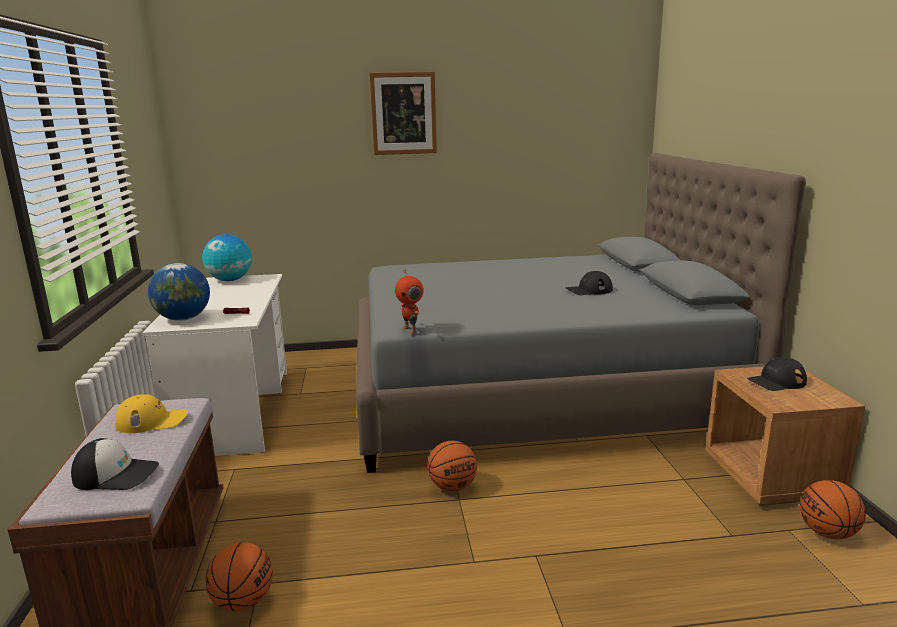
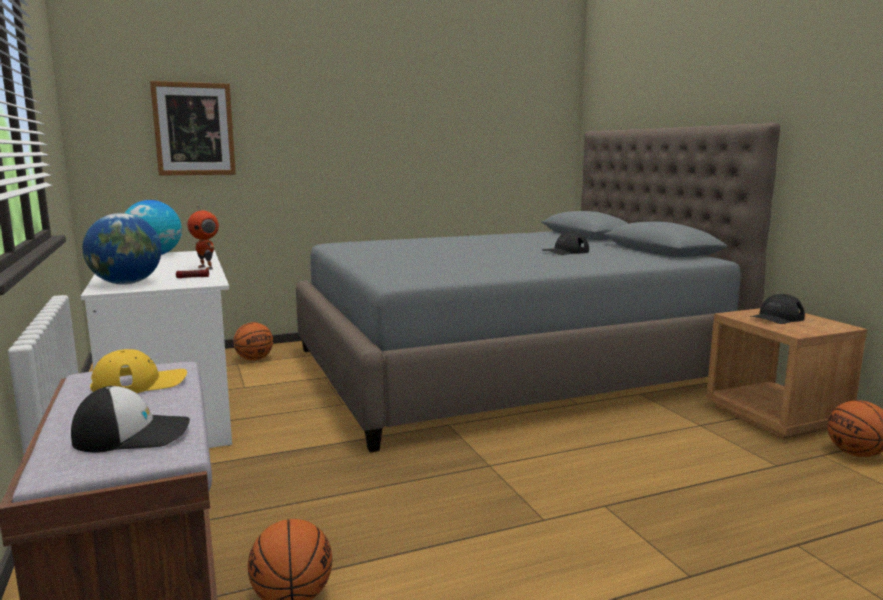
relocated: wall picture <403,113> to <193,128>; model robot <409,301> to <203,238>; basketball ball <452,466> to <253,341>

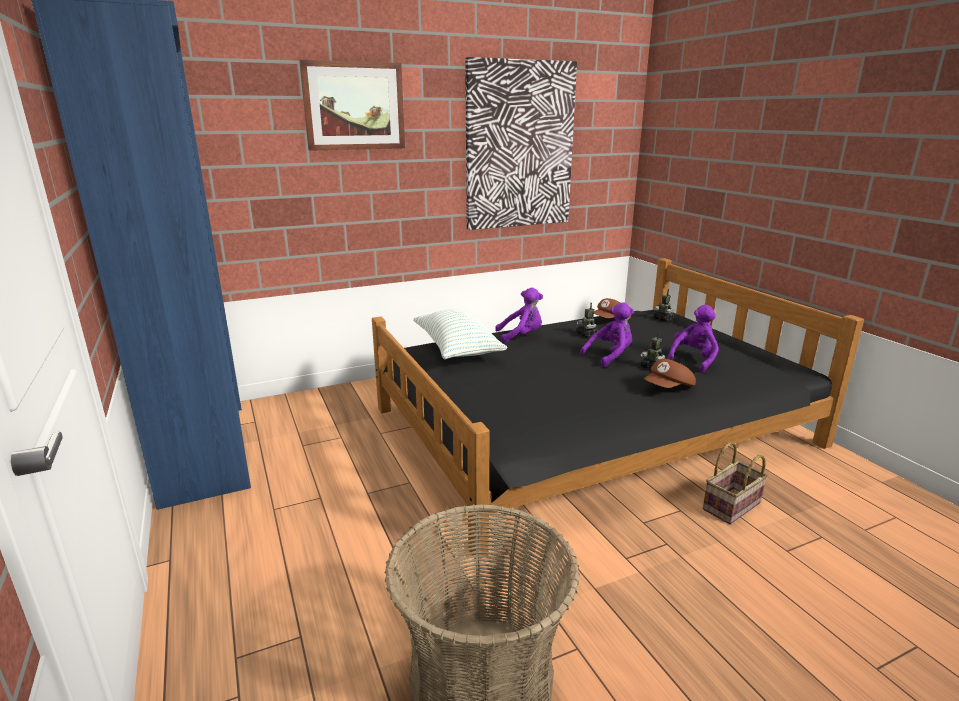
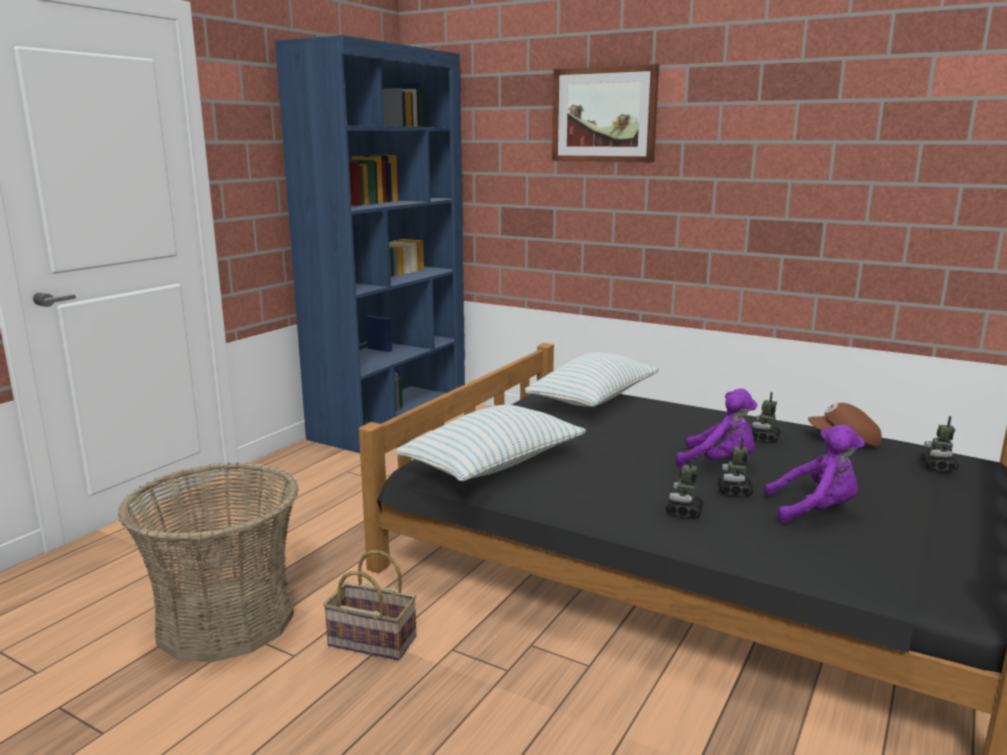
missing: wall picture <521,143>; plush toy (purple) <519,316>
appeared: pillow <491,443>
relocated: storage basket <735,483> to <369,605>
exchanged: cap (brown) <670,373> to model robot <685,486>

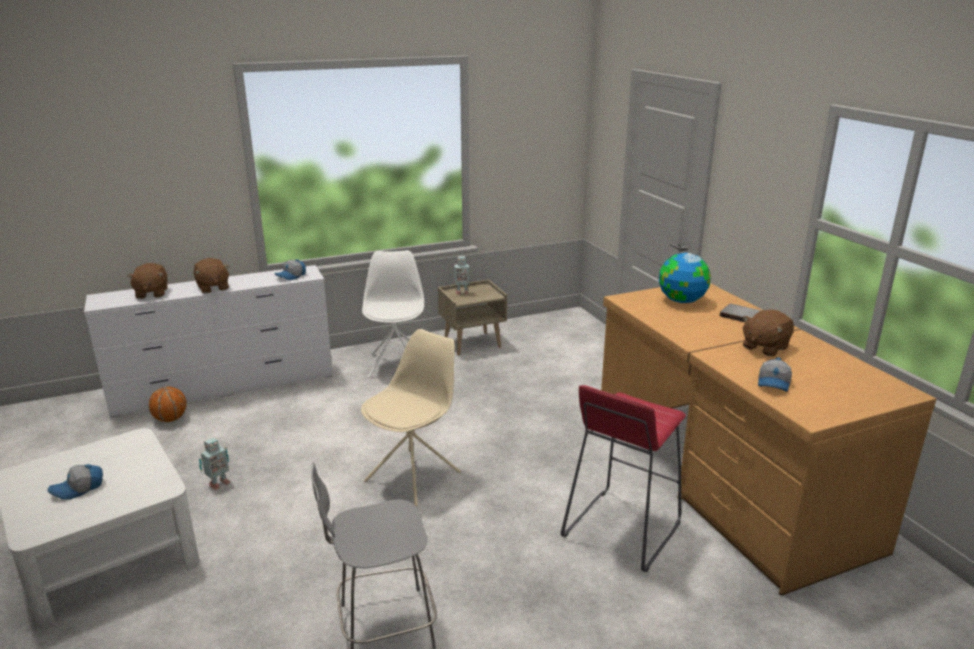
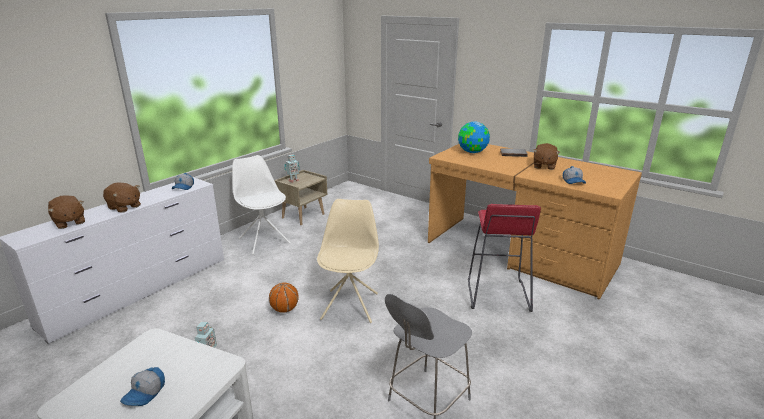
relocated: basketball ball <168,404> to <284,298>

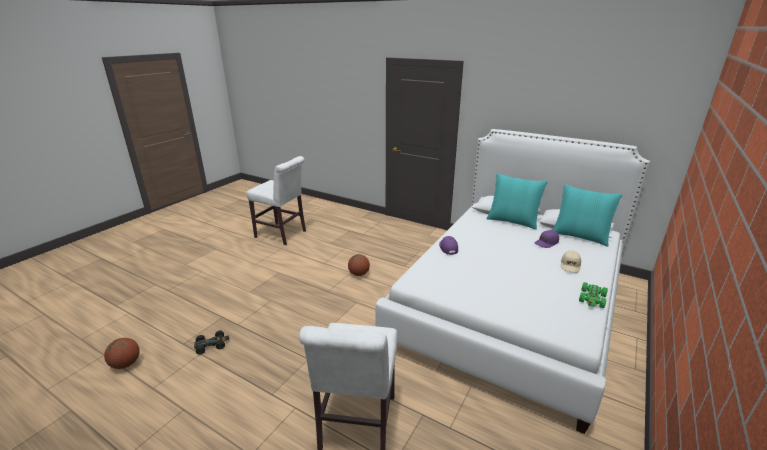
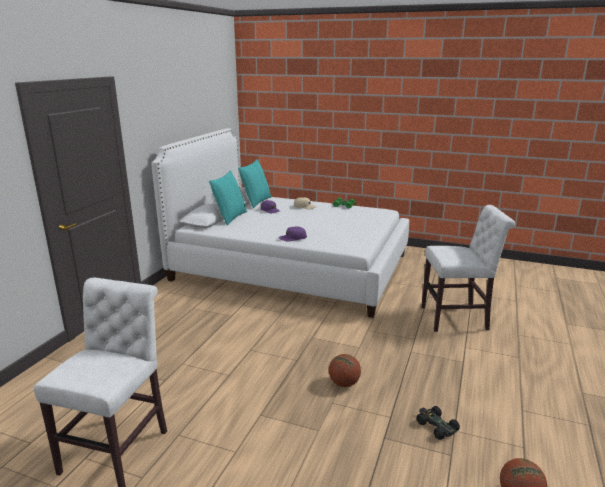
relocated: basketball ball <359,265> to <345,370>

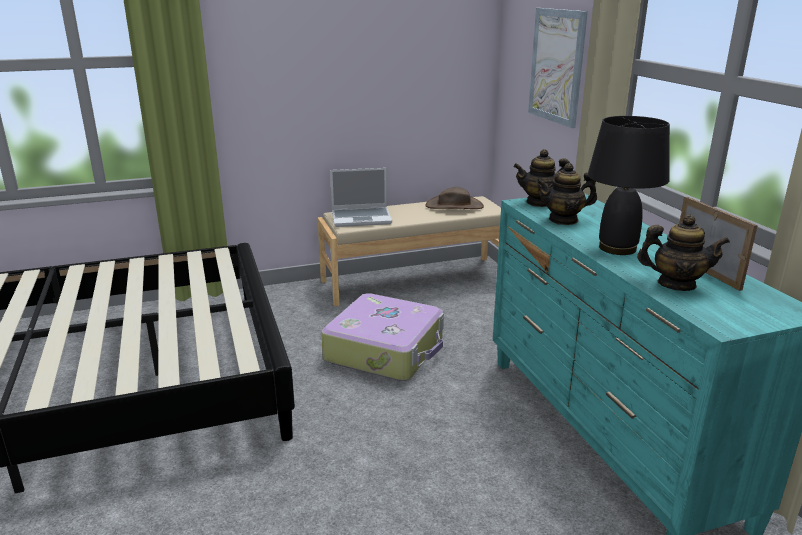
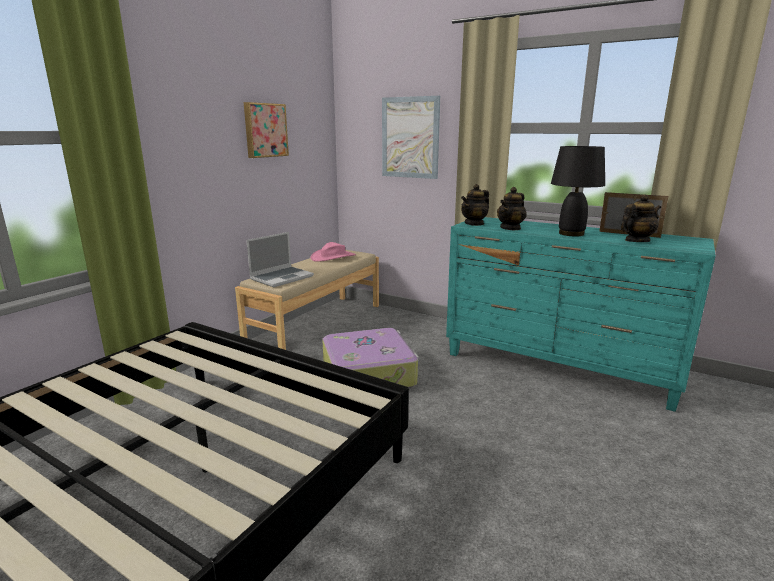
appeared: wall picture <266,130>
colour: wearable hat (brown) <455,198> to wearable hat (pink) <333,252>

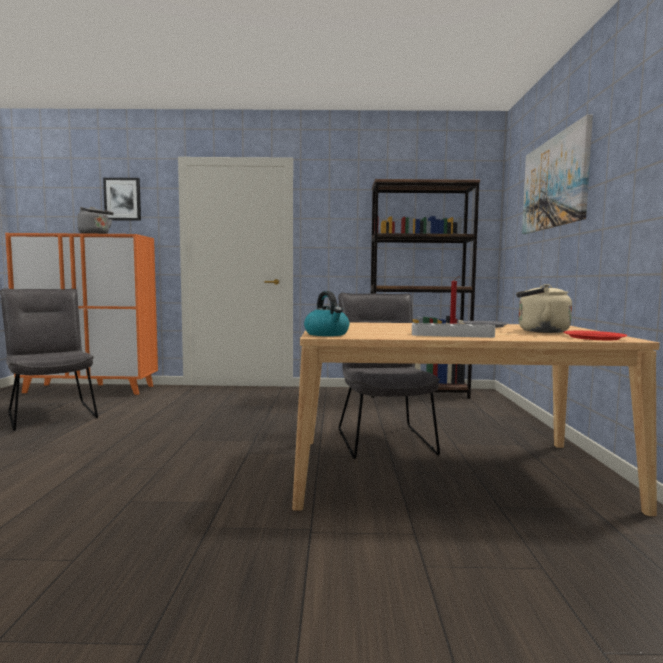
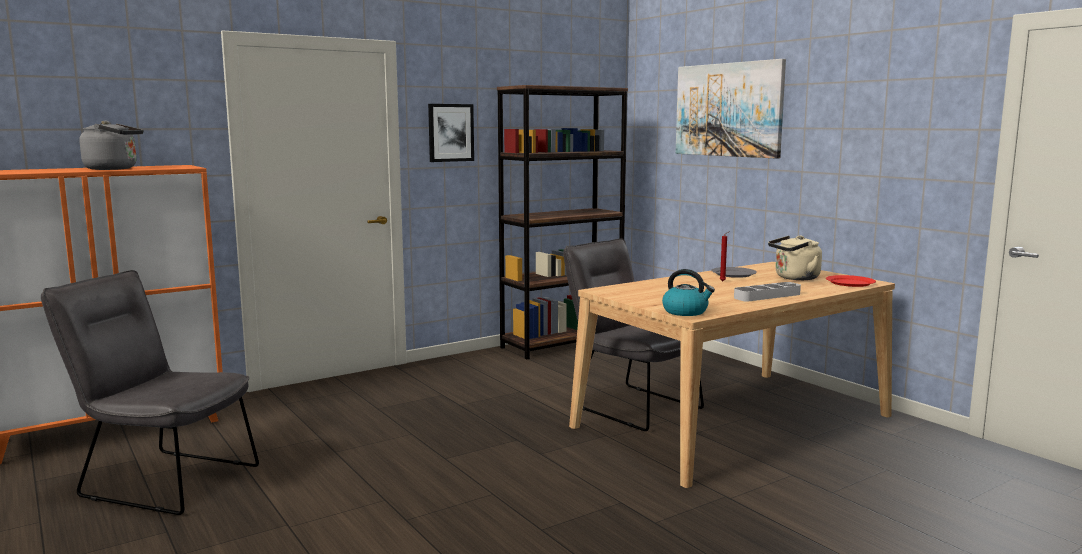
relocated: wall picture <122,199> to <451,133>

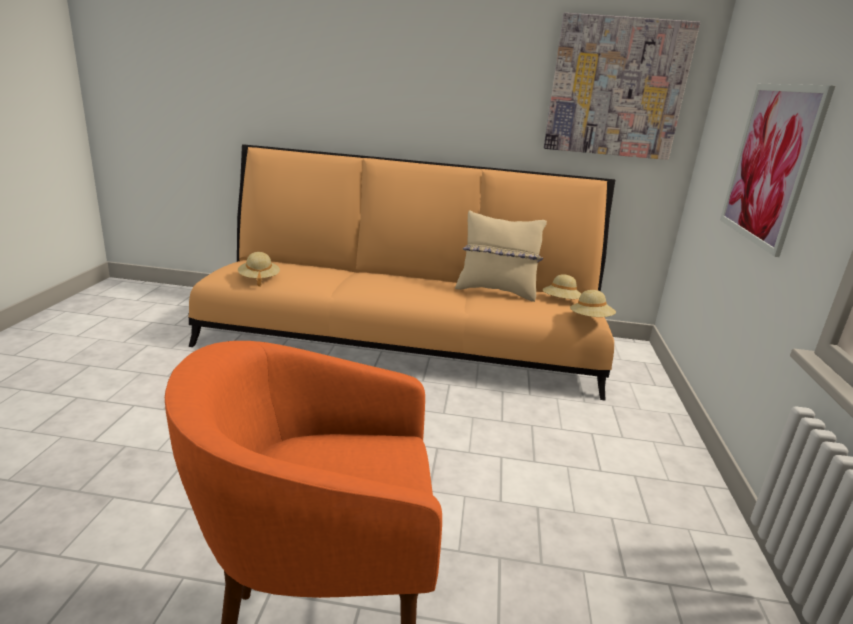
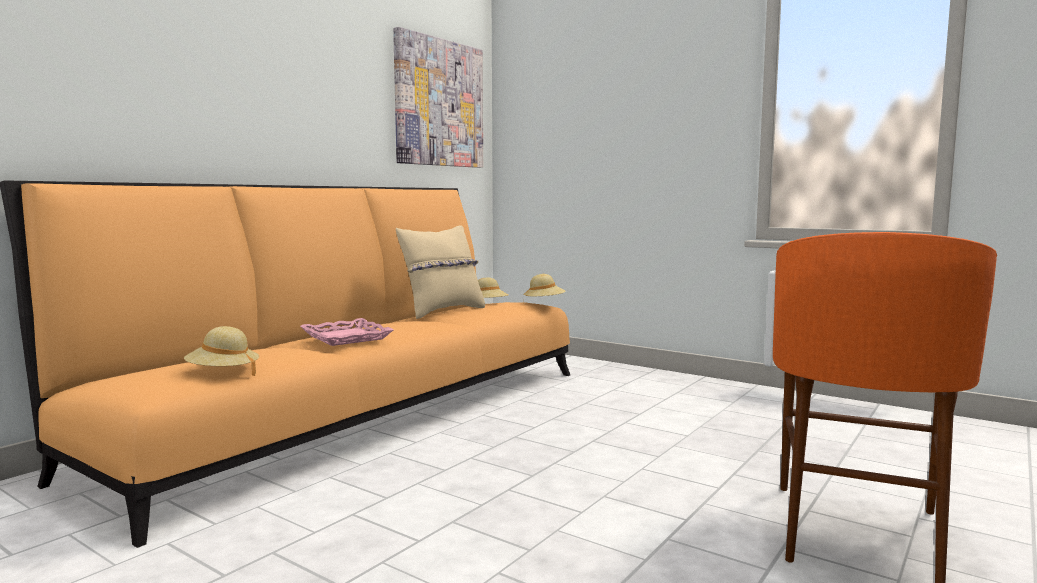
missing: wall picture <777,170>
appeared: carrying tray (pink) <347,332>

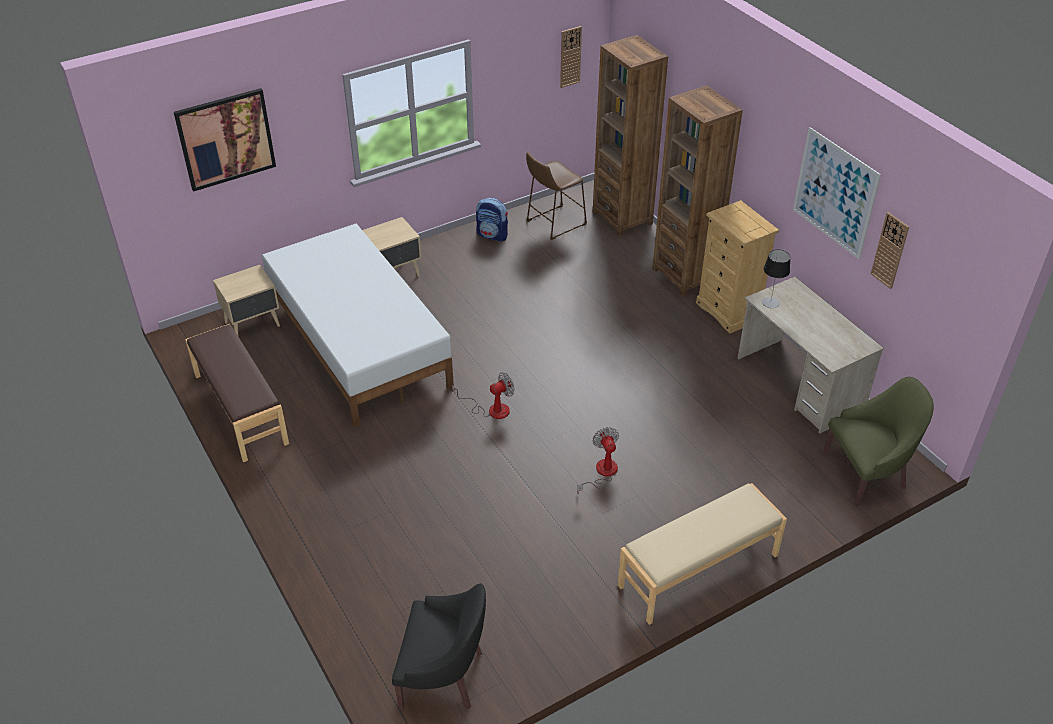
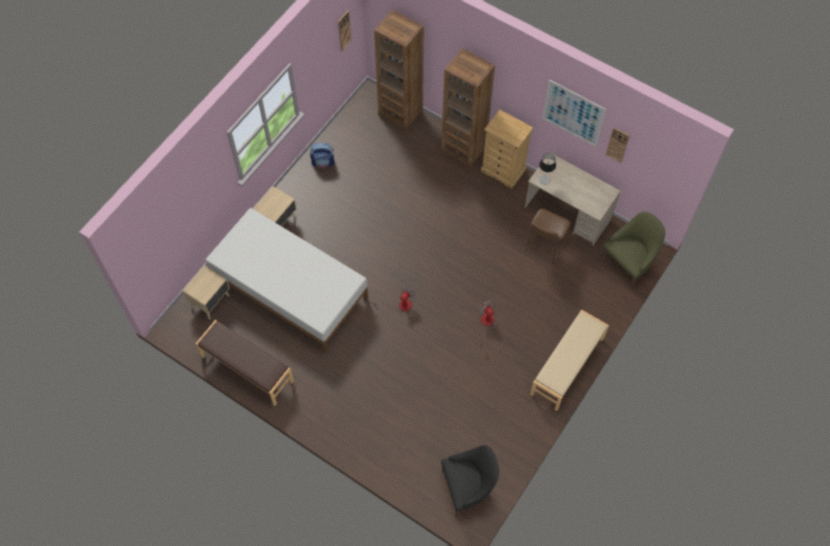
missing: wall picture <225,140>
relocated: stool (brown) <556,196> to <547,237>

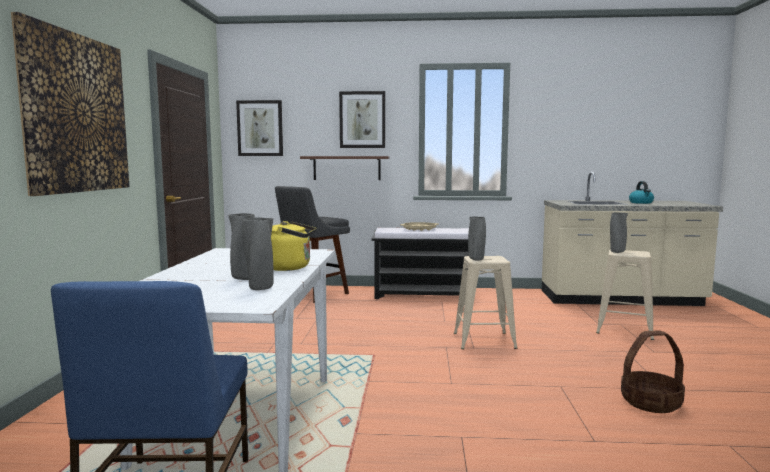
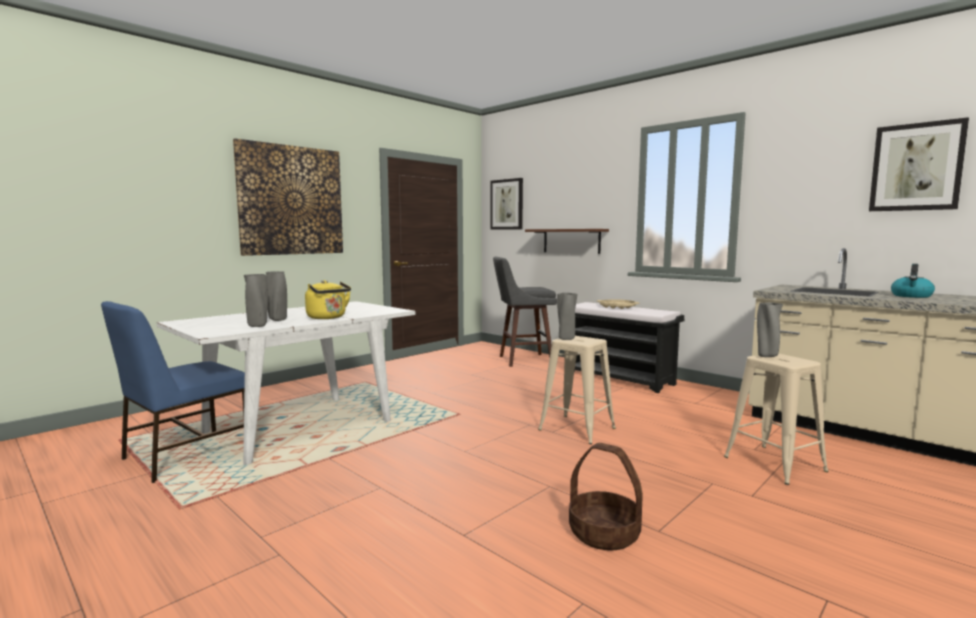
relocated: wall picture <362,119> to <919,164>

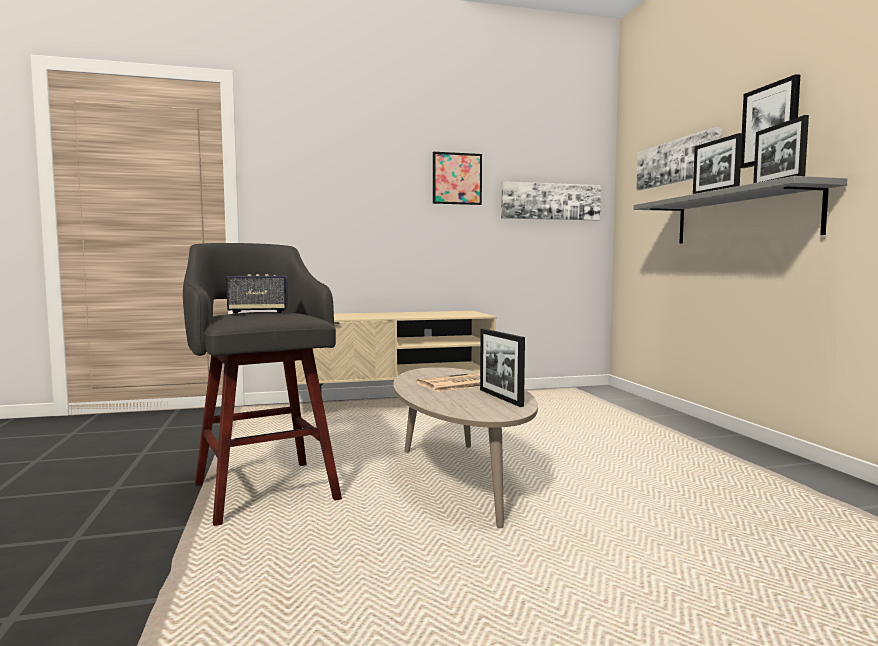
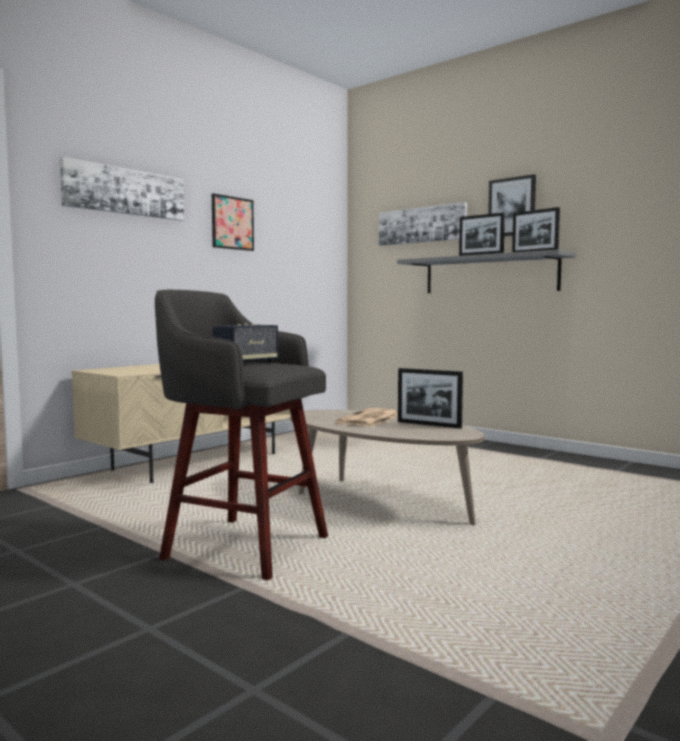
relocated: wall picture <551,200> to <122,189>

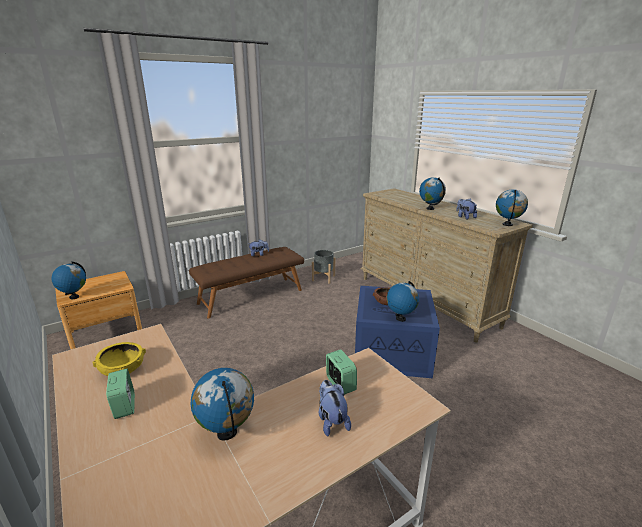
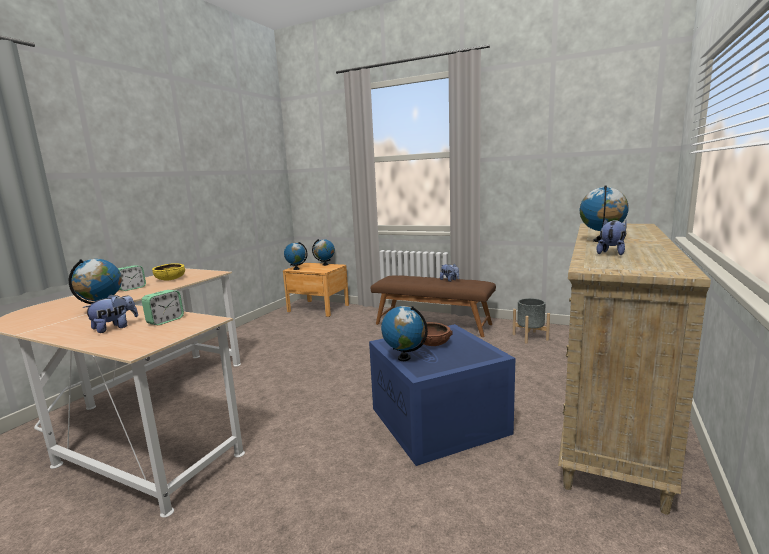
relocated: globe <512,207> to <323,252>

